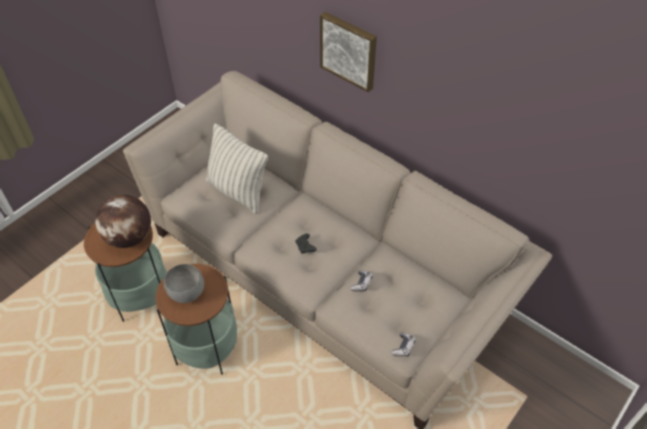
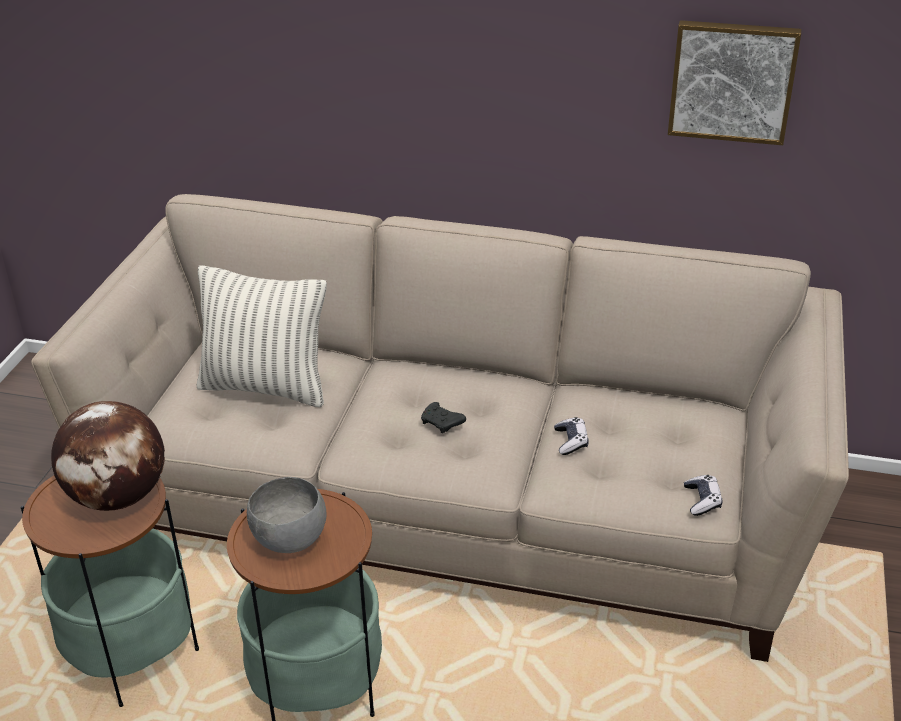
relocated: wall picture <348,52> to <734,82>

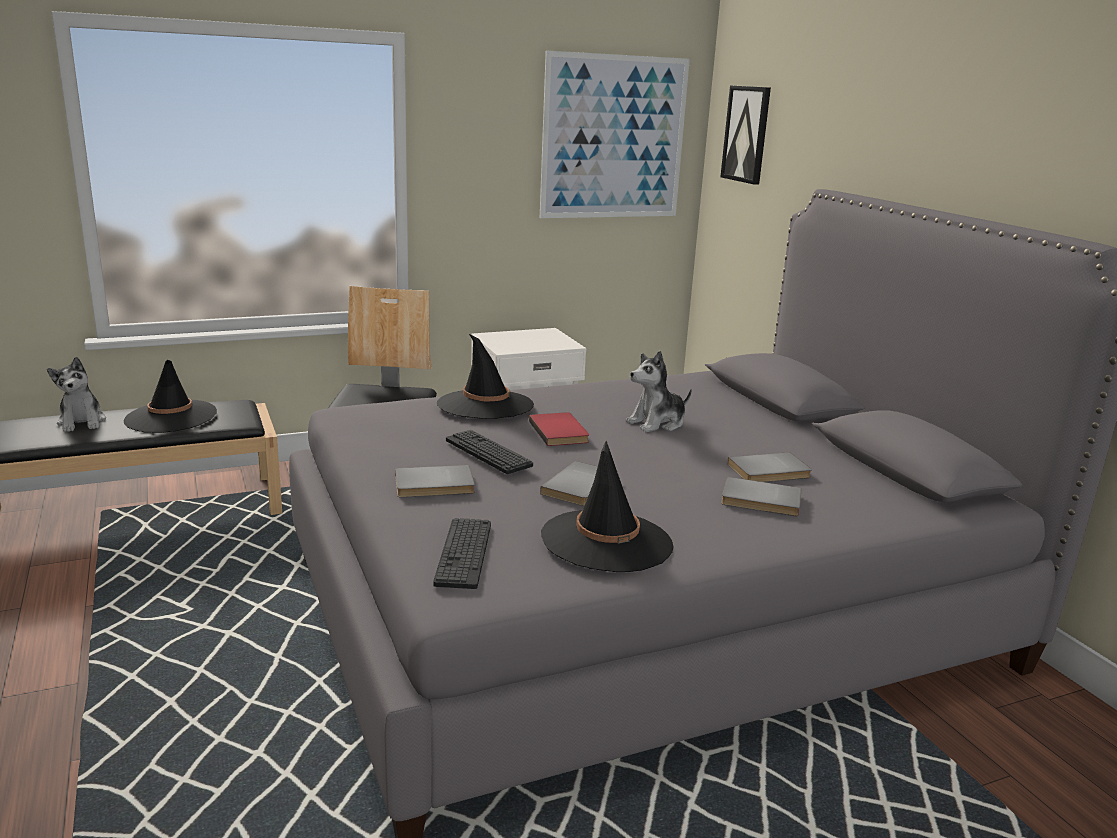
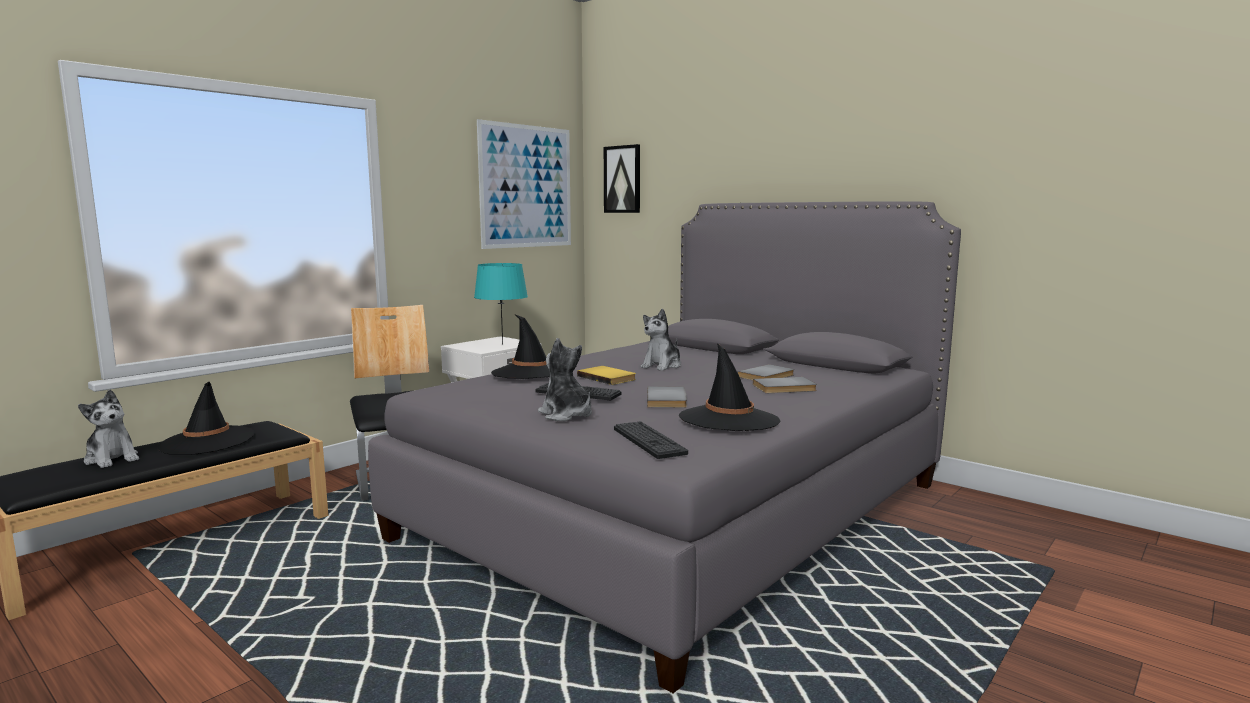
appeared: lamp for a table (blue-green) <501,304>
exchanged: volume (grey) <435,481> to plush toy <565,379>
colour: volume (red) <559,429> to volume (yellow) <606,375>

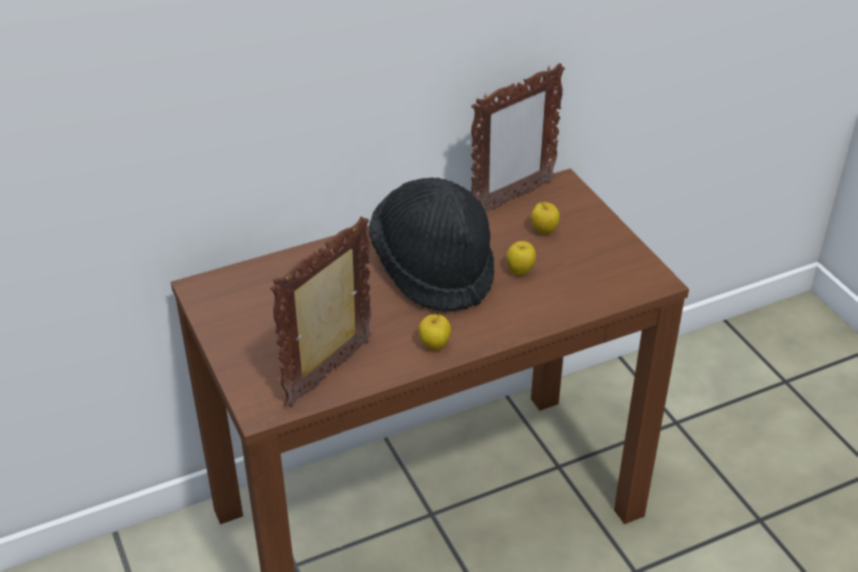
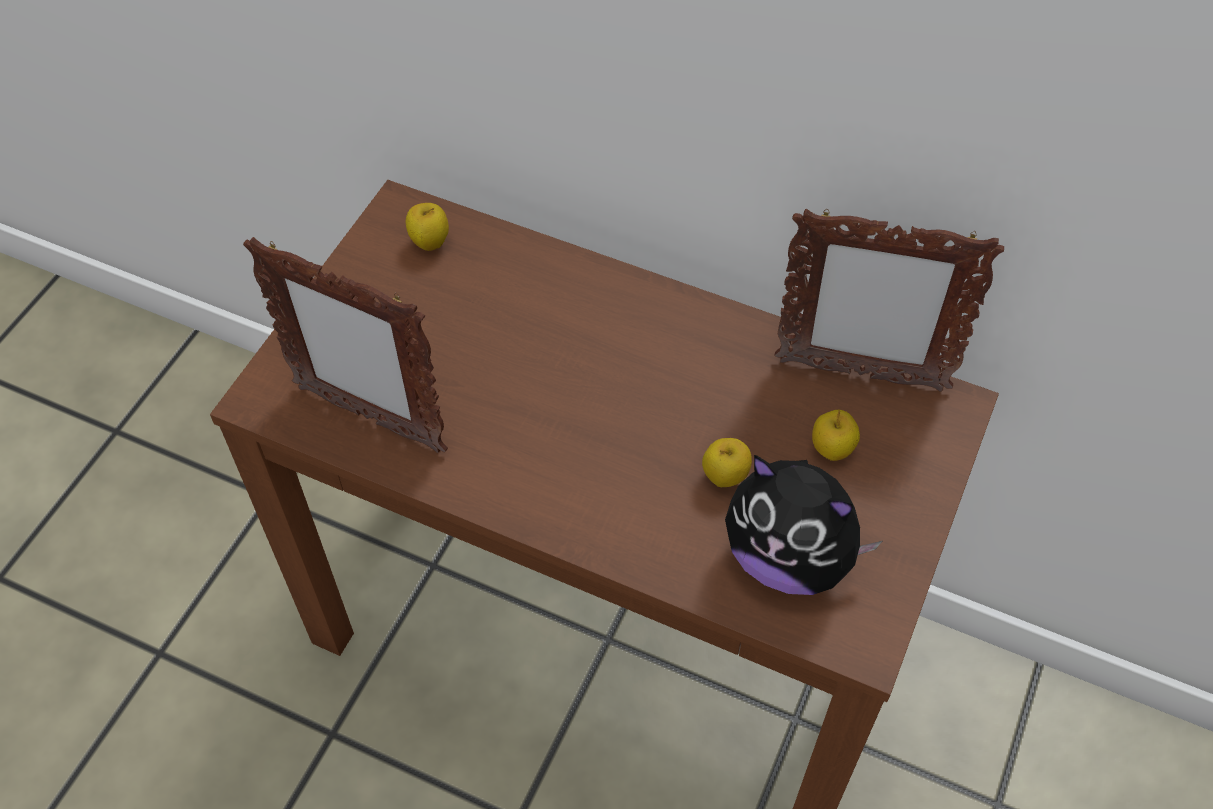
missing: wearable hat (blackish) <431,244>
appeared: plush toy <803,525>
relocated: apple fruit <435,332> to <427,227>
spun: standing frame <320,311> = <345,345> 150 degrees counterclockwise

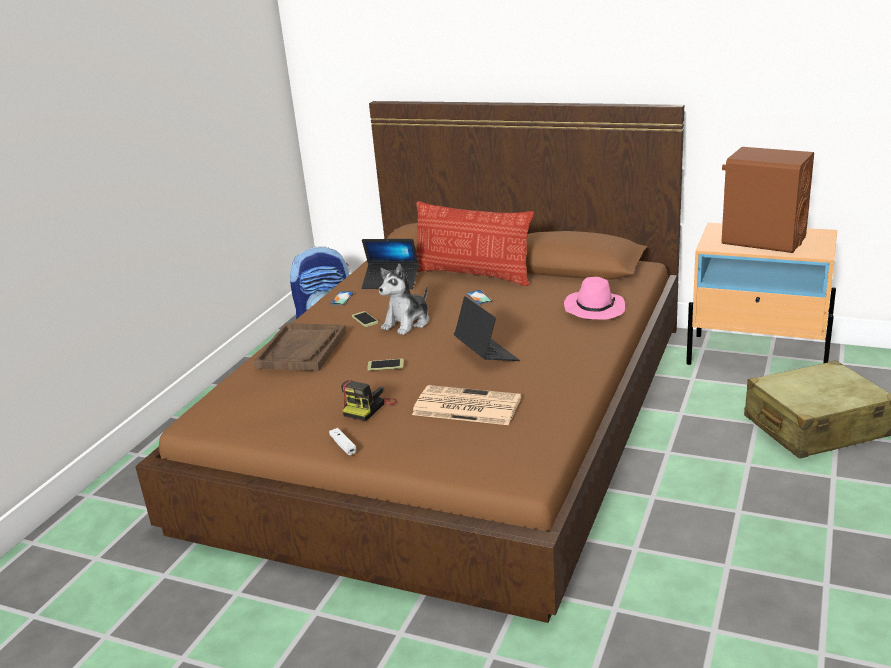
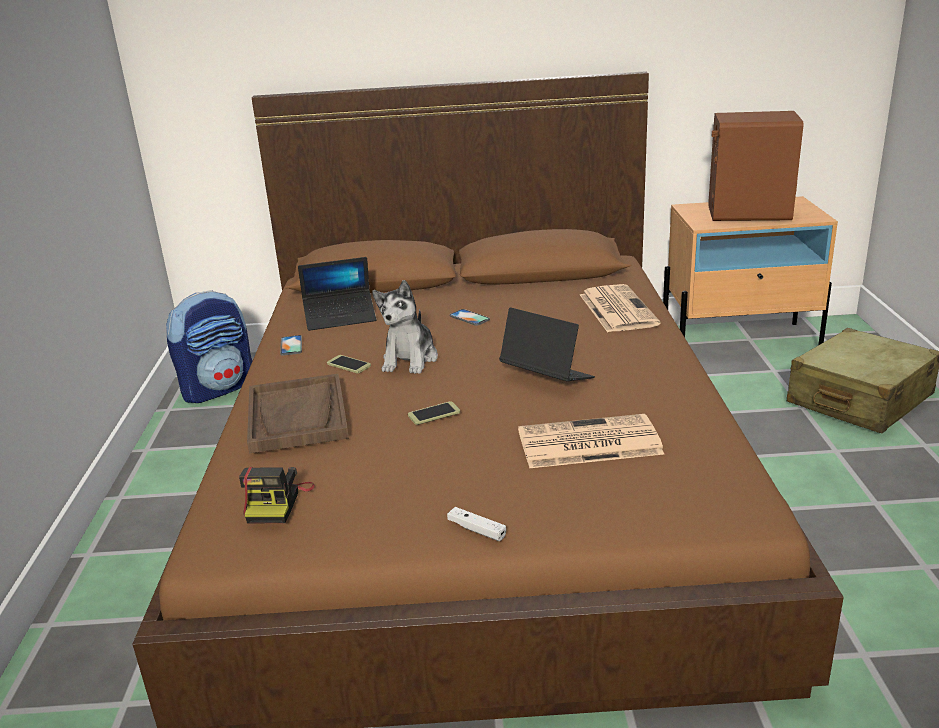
missing: pillow <475,243>
relocated: still camera <369,400> to <277,495>
exchanged: wearable hat (pink) <594,298> to printed paper <620,308>

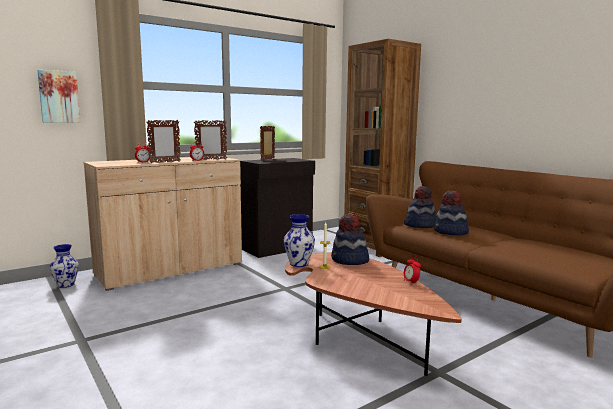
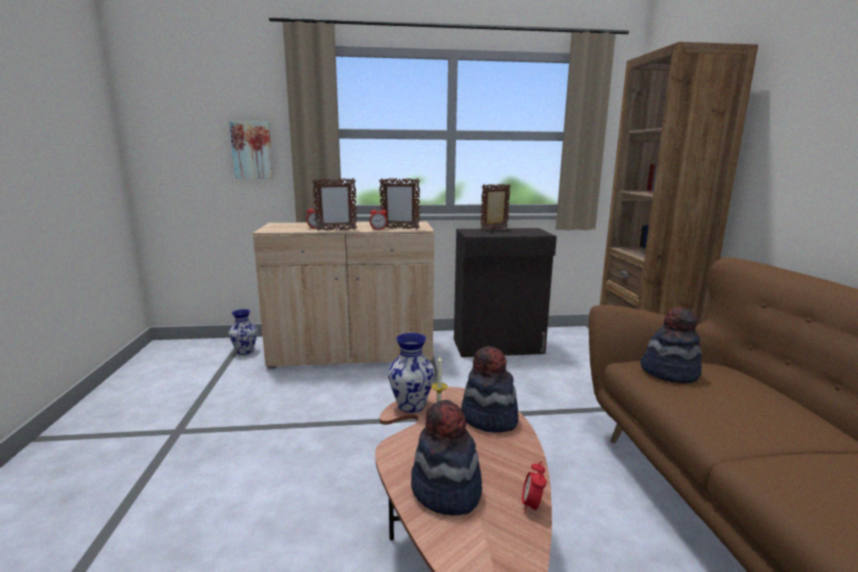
relocated: wearable hat <451,213> to <446,457>

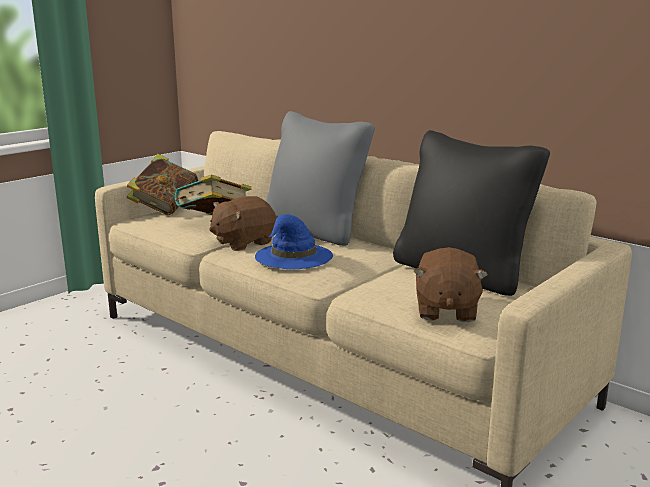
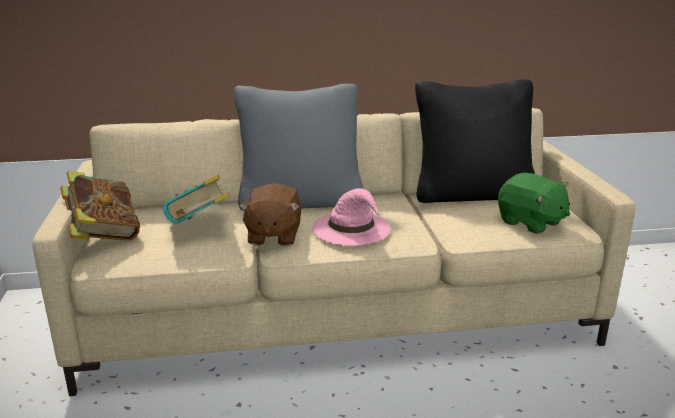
colour: wearable hat (blue-coloured) <294,241> to wearable hat (pink) <351,216>; plush toy (brown) <450,284> to plush toy (greenish) <534,203>

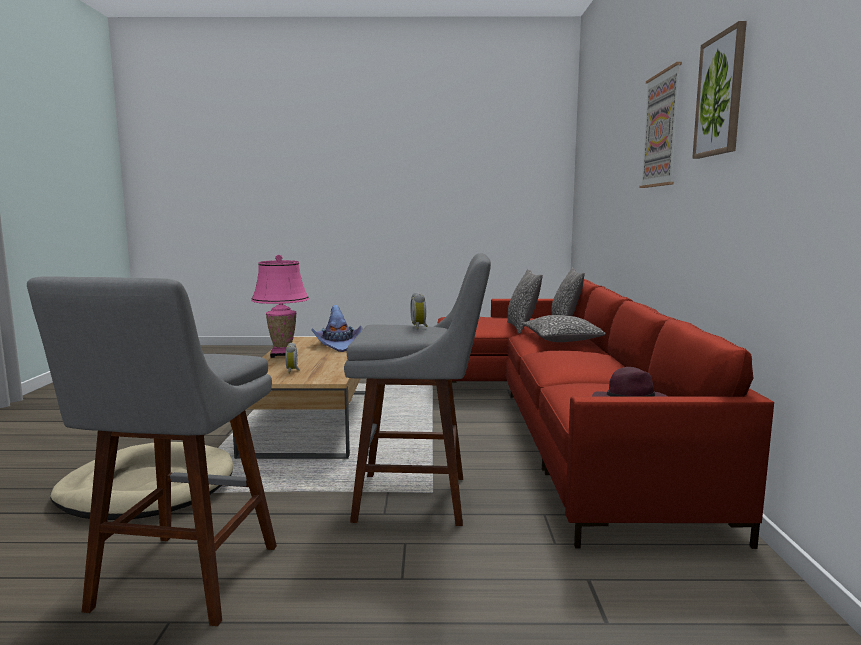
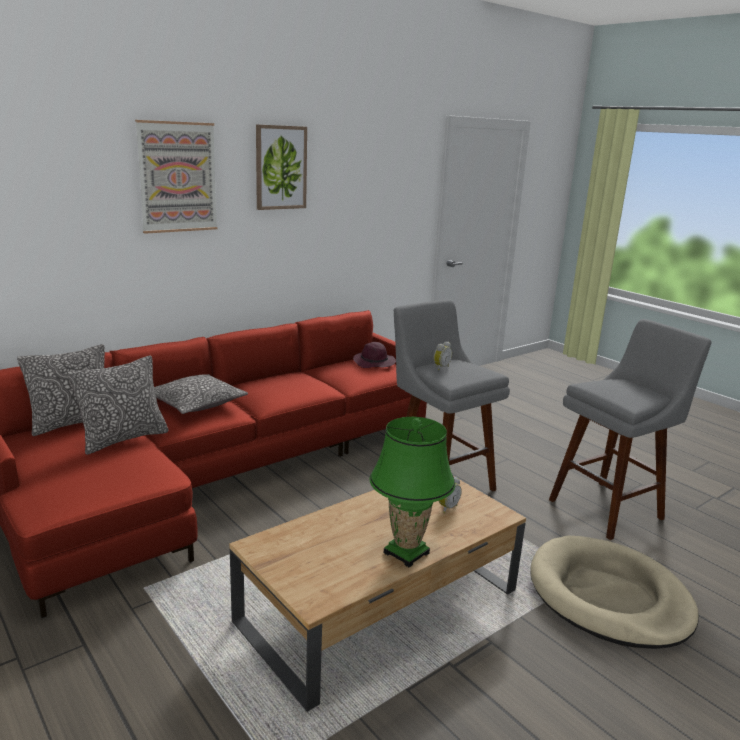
missing: wearable hat (purple) <337,328>
colour: lamp for a table (pink) <280,306> to lamp for a table (greenish) <412,492>

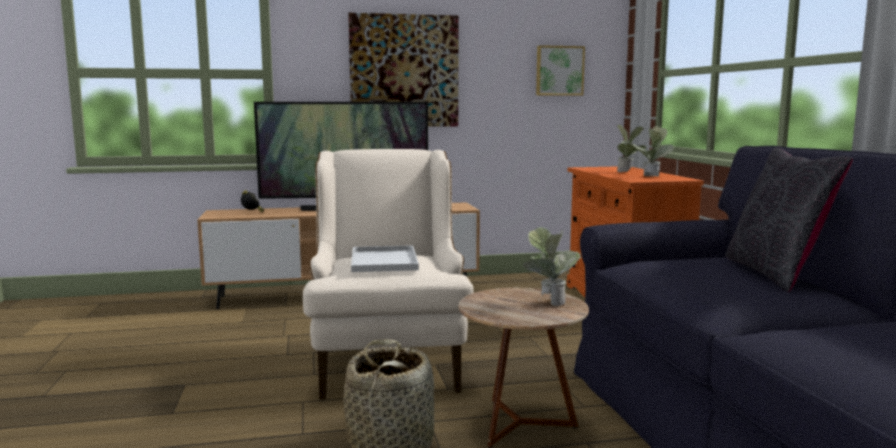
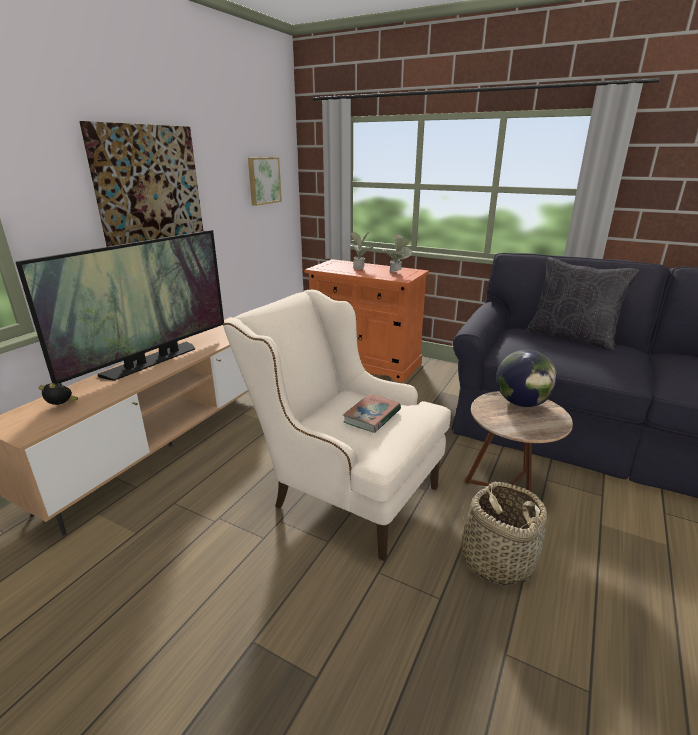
exchanged: carrying tray (white-coloured) <385,258> to volume <372,413>; houseplant <552,266> to globe <527,378>

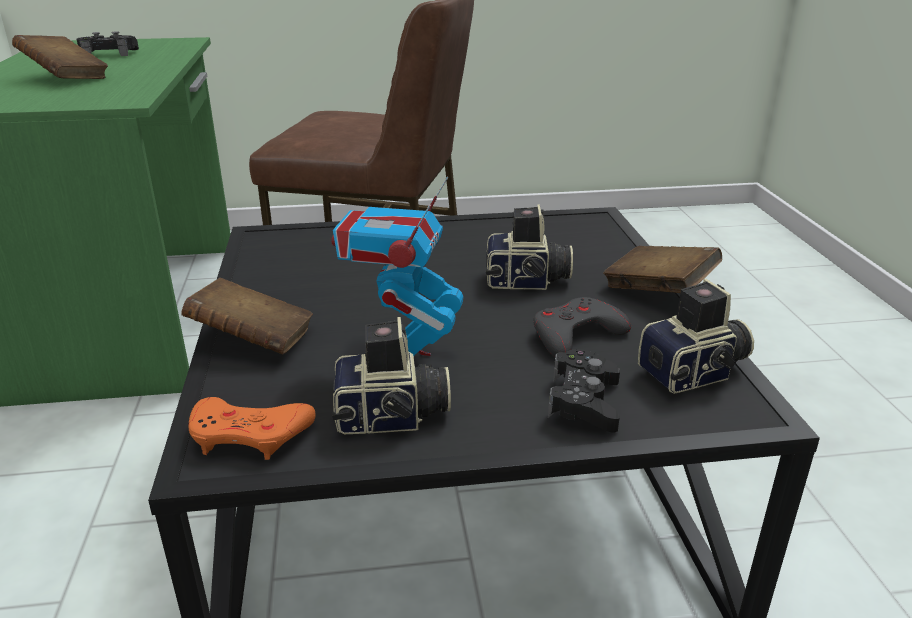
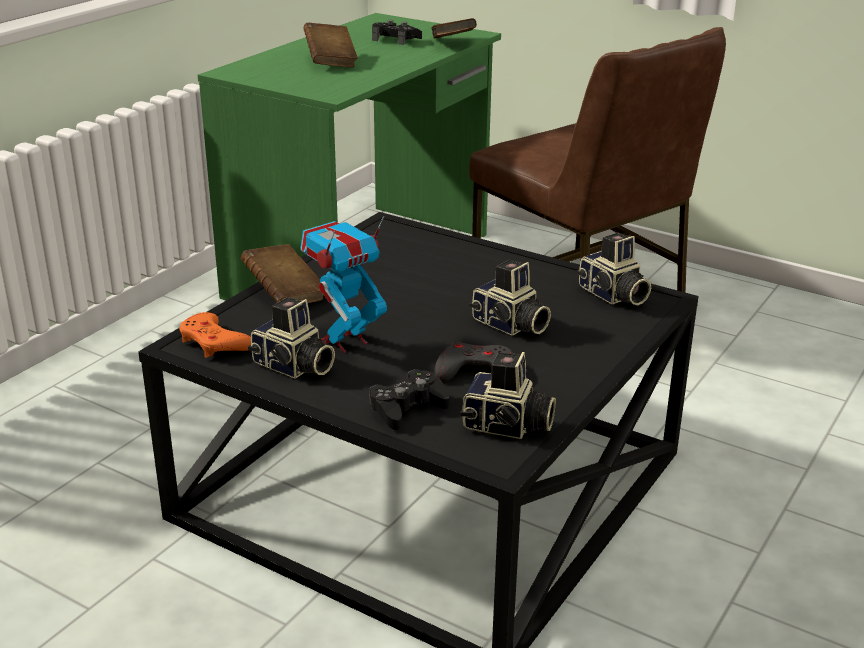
appeared: still camera <613,269>
relocated: volume (brown) <662,269> to <454,28>

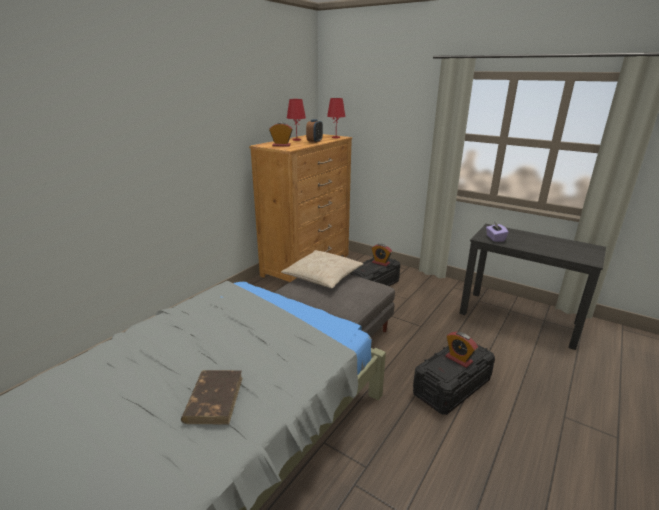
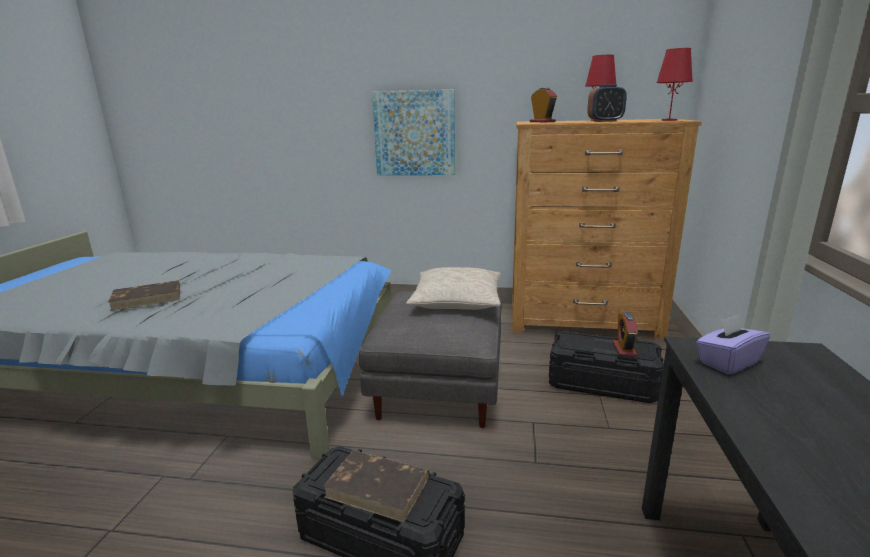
appeared: wall picture <413,132>
exchanged: alarm clock <462,350> to volume (brown) <376,486>

